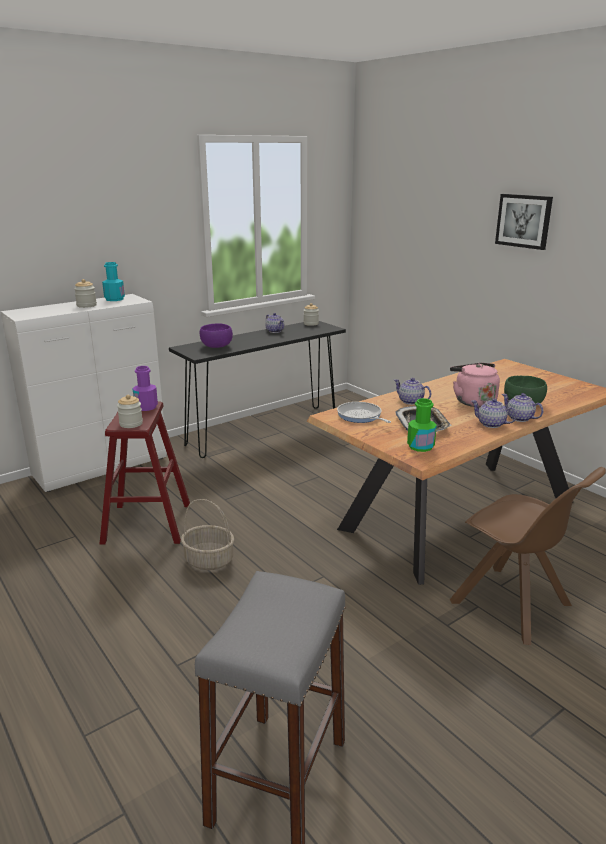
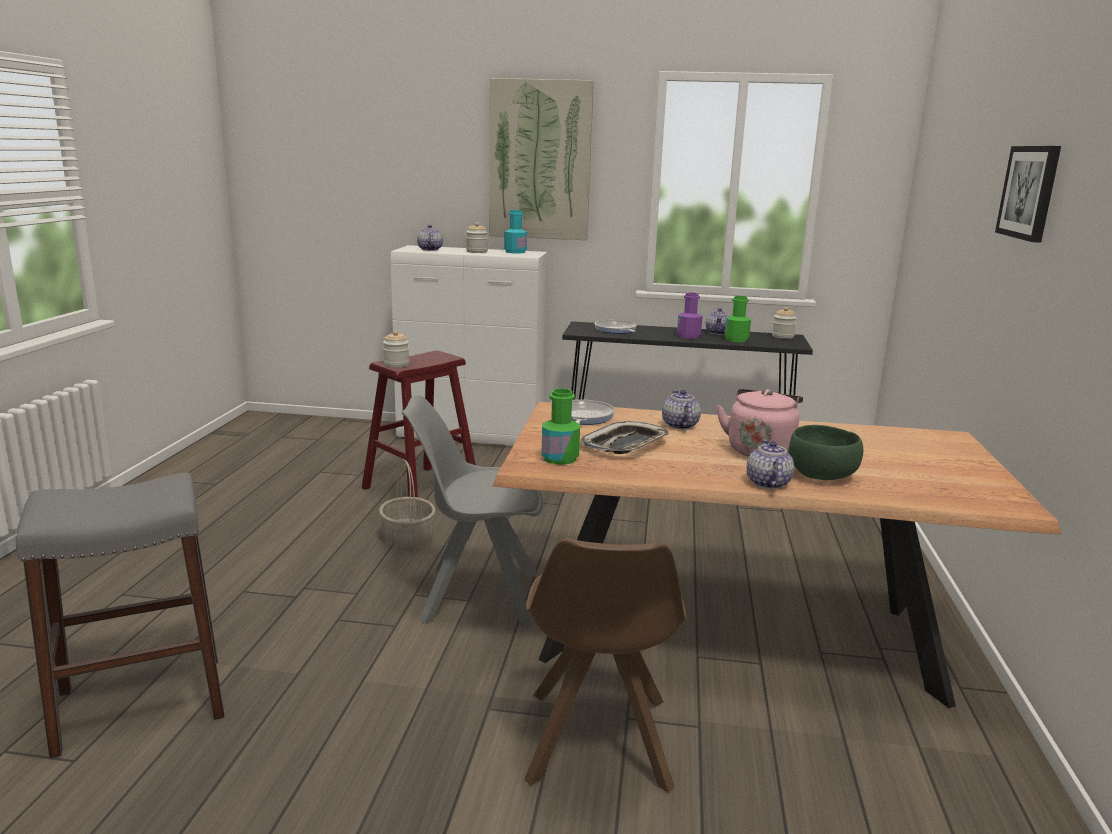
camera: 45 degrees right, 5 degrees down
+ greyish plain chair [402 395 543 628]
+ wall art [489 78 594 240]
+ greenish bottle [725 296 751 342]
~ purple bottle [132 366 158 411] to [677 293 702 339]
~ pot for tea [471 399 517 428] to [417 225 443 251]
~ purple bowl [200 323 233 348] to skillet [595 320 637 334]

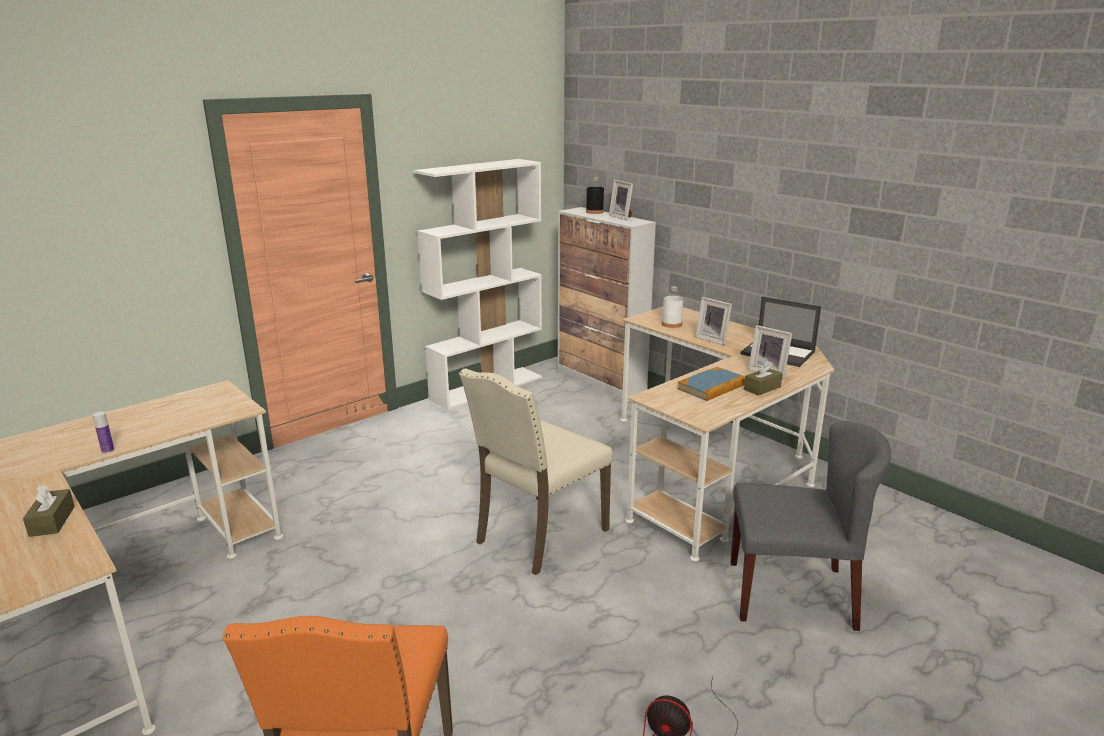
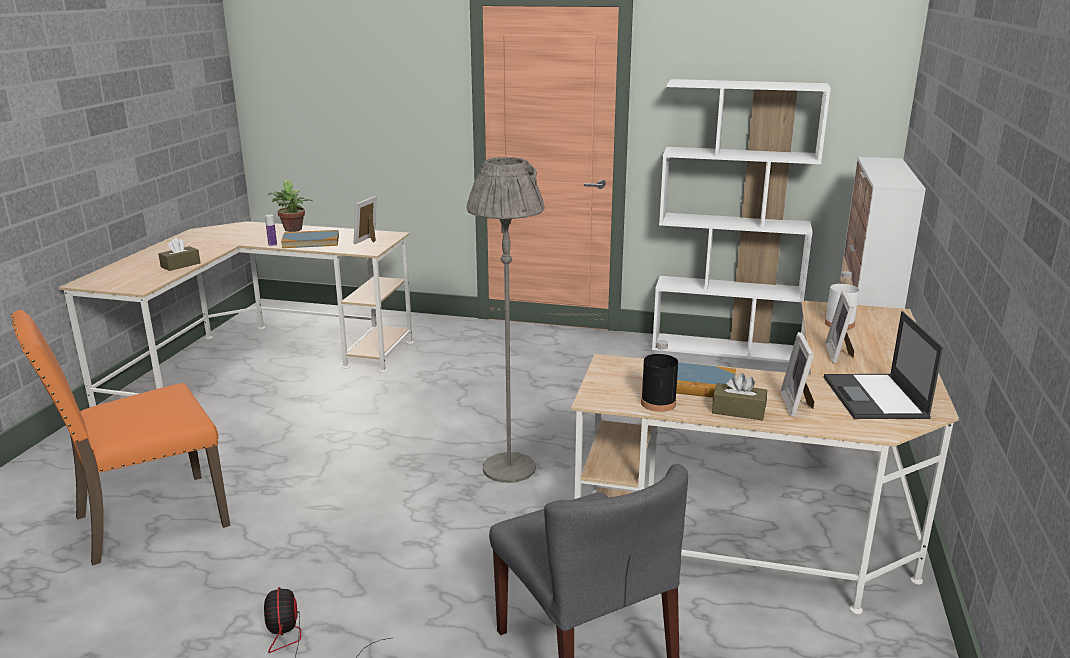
camera: 55 degrees right, 0 degrees up
+ potted plant [268 179 313 232]
+ bound book [281 230 339 248]
~ blackish bottle [586 177 604 214] to [641 340 678 412]
~ picture frame [609 180 633 220] to [353 196 377 244]
~ sand-coloured plain chair [459 368 613 575] to greyish standard lamp [467 157 545 483]

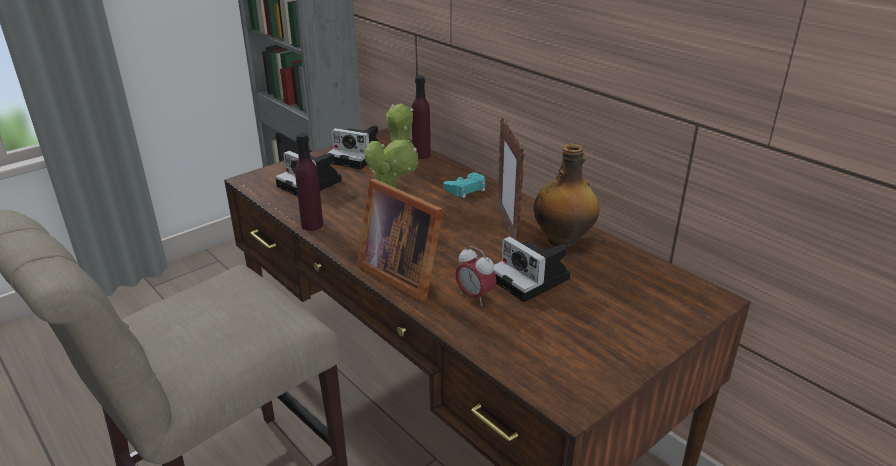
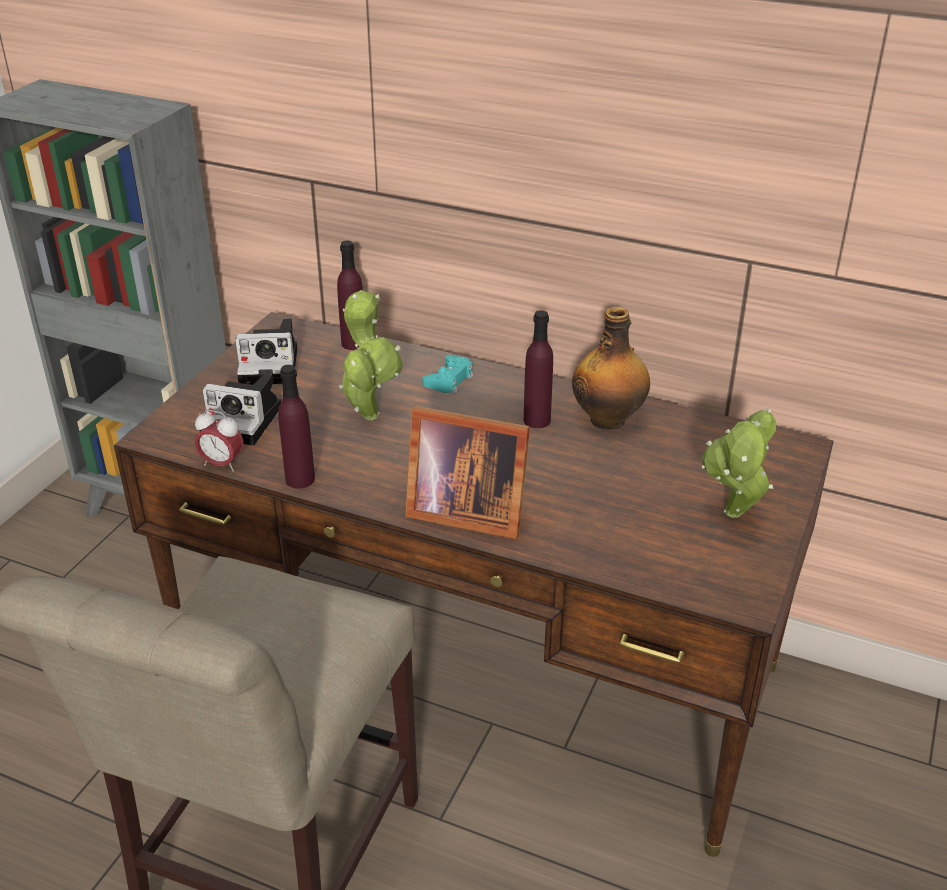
camera: 25 degrees left, 5 degrees up
- still camera [494 236 571 302]
+ potted plant [702 408 776 518]
~ table clock [455 246 496 306] to [195 410 244 472]
~ picture frame [497 118 524 241] to purple bottle [524 310 553 428]

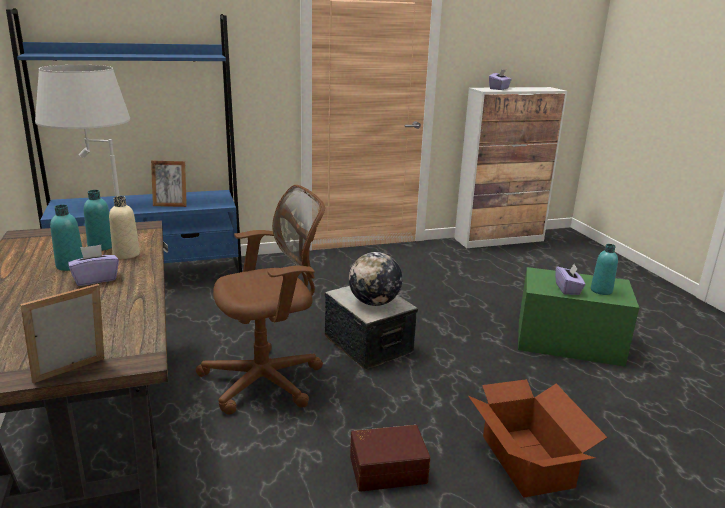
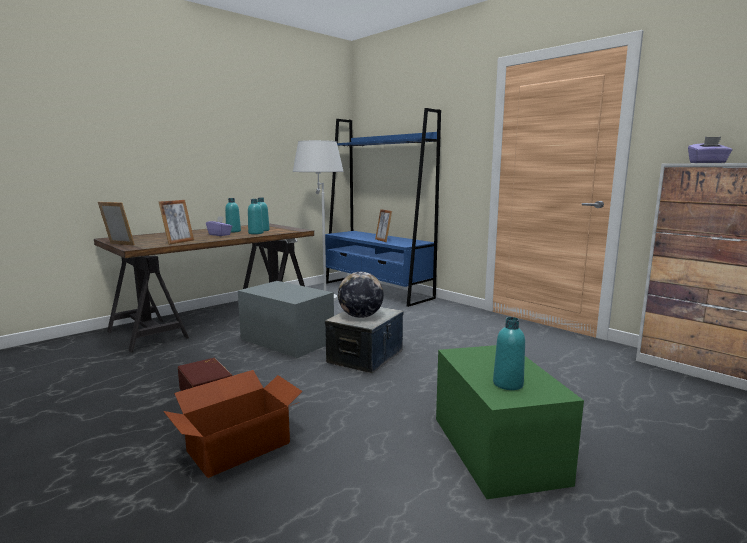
camera: 65 degrees right, 10 degrees down
- purple box of tissues [555 264 585 295]
+ picture frame [159 200 194 245]
~ brownish computer chair [196 185 325 415] to greyish storage box [238 281 334 358]
~ sand-coloured bottle [109 196 140 259] to turquoise-coloured bottle [248 199 263 234]

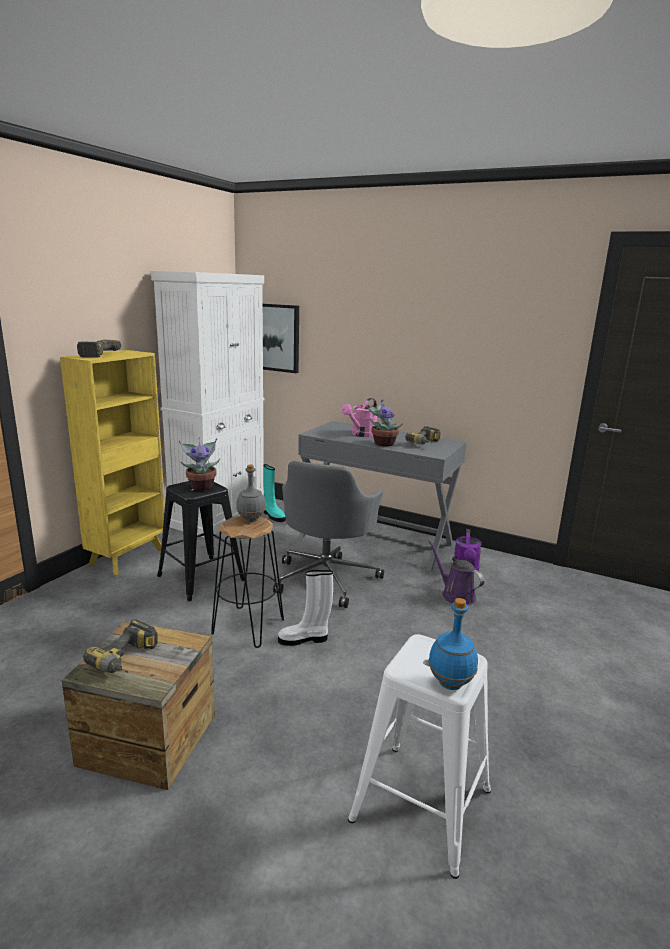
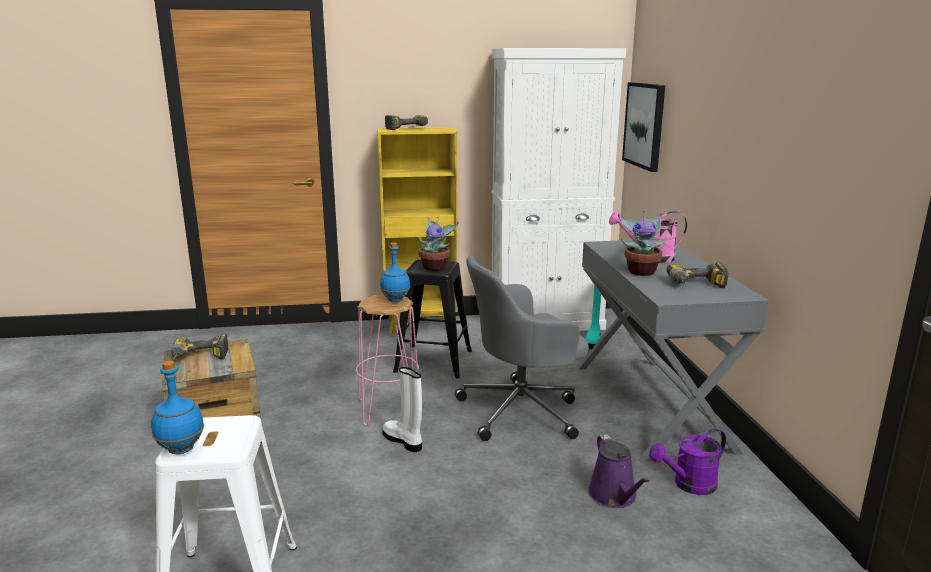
camera: 55 degrees right, 0 degrees up
~ blackish stool seat [211 516 284 648] to pink-coloured stool seat [356 295 419 426]
~ greyish bottle [236 465 266 522] to blue-coloured bottle [380 243 410 302]
~ purple sprinkling can [428 540 484 605] = [588 434 649 508] 150 degrees clockwise

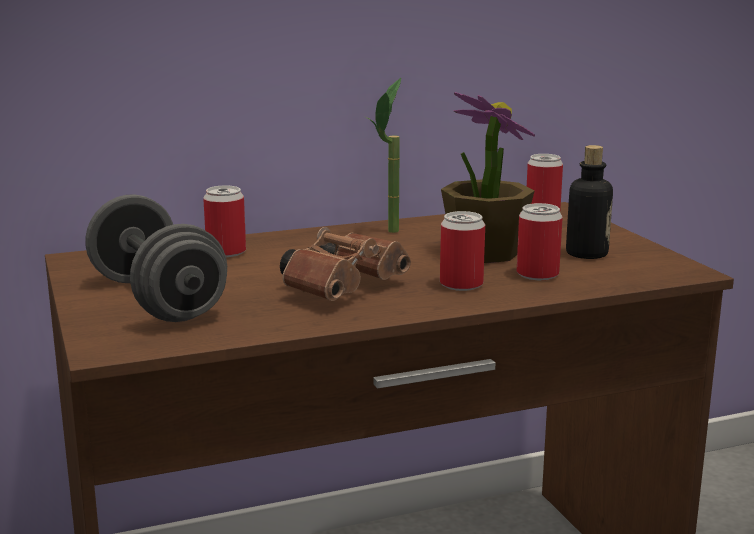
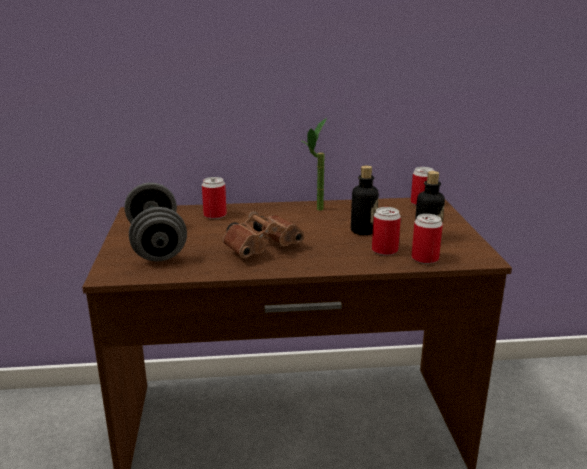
camera: 15 degrees right, 5 degrees up
~ can [440 211 485 291] to [411 214 443 264]
~ potted plant [441 92 535 263] to bottle [351 166 379 235]

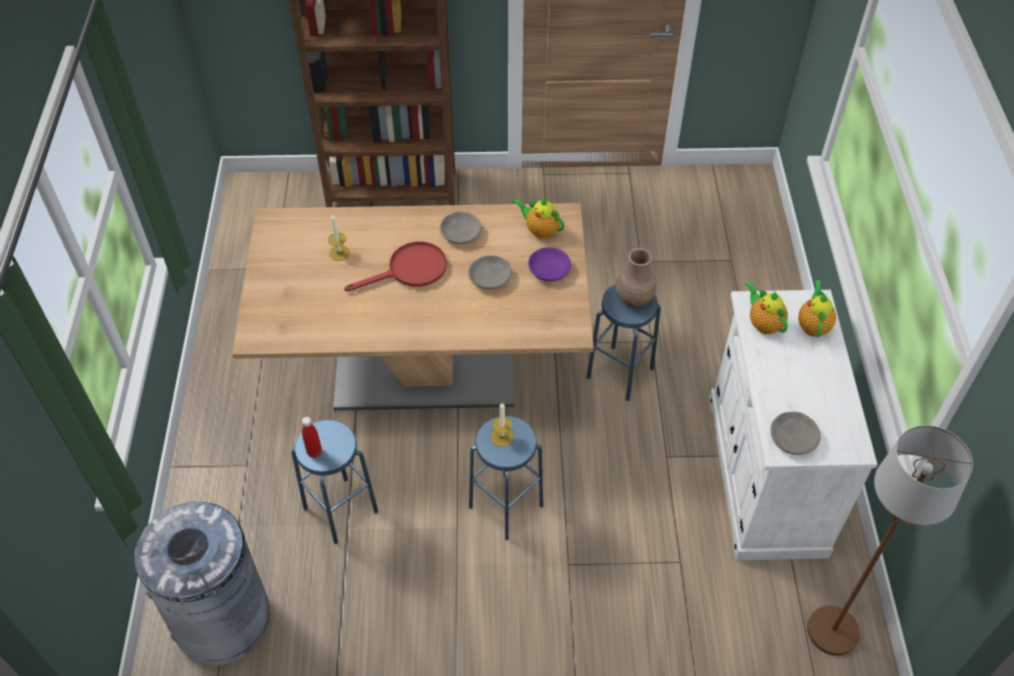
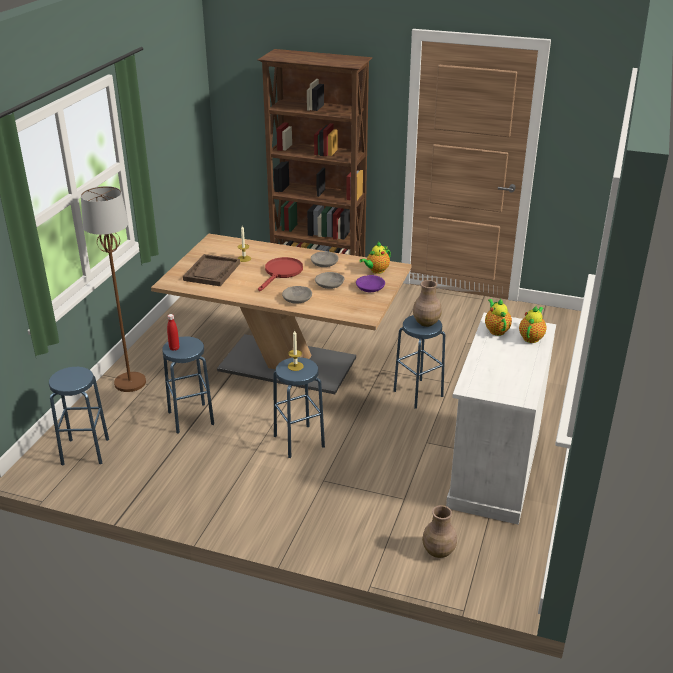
camera: 20 degrees right, 20 degrees down
+ brownish carrying tray [183 254 240 286]
+ brownish vase [422 505 457 558]
~ greyish bowl [771 412 821 455] to [282 286 312 304]
~ brownish standard lamp [807 425 973 656] to [81 186 146 392]
~ greyish rubbish bin [135 502 269 666] to blue-coloured stool seat [49 367 109 466]
~ red skillet [344 242 447 292] = [258 257 303 291] 60 degrees counterclockwise
~ pot for tea [513 198 564 239] = [359 242 391 274] 90 degrees counterclockwise

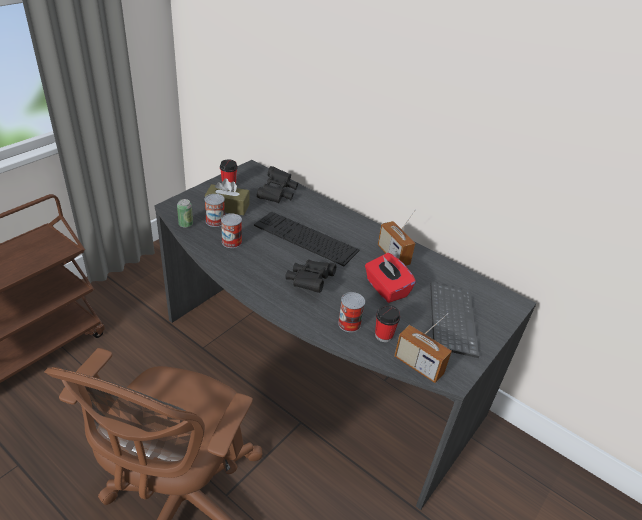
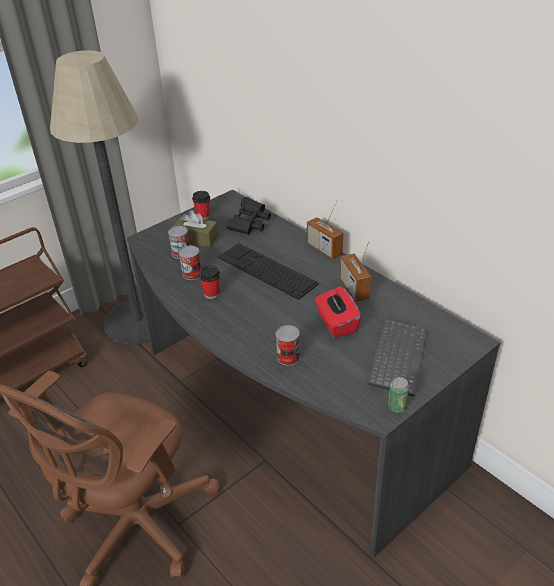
camera: 15 degrees right, 0 degrees up
- blackish pair of binoculars [286 260 336 293]
+ standard lamp [50 50 149 345]
~ can [177 199 193 228] to [388 377 409 413]
~ small cup [375 305 400 342] to [199 265 220 299]
~ radio set [394 313 452 383] to [307 201 343 259]

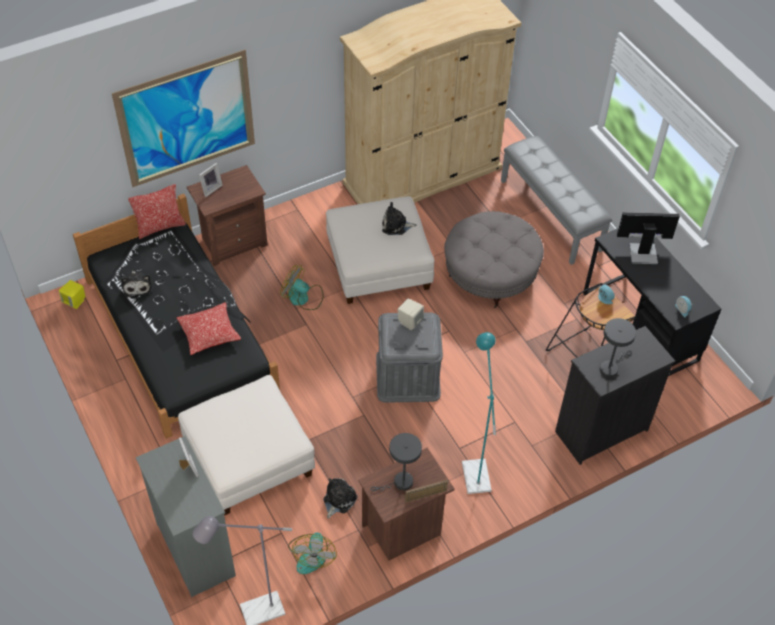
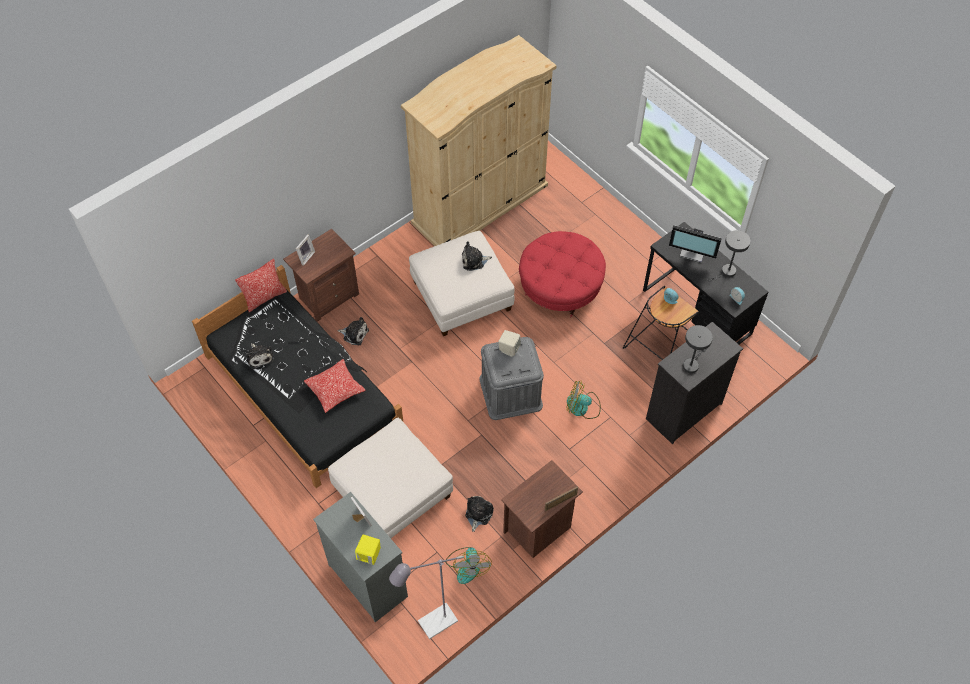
camera: 10 degrees left, 5 degrees up
- wall art [112 50 255 187]
- turquoise-coloured standard lamp [462 332 496 494]
- greyish long seat [501 136 612 265]
+ soft toy [337 317 369 345]
~ yellow-coloured speaker [59 280 85 309] to [355 535 381 565]
~ electric fan [280 265 324 310] to [566 380 601 419]
~ greyish lamp for a table [370 433 422 491] to [707 230 751 281]
~ greyish ottoman [444 211 544 308] to red ottoman [519 231 606 317]
~ computer screen [617 212 680 264] = [669 225 722 263] 150 degrees counterclockwise

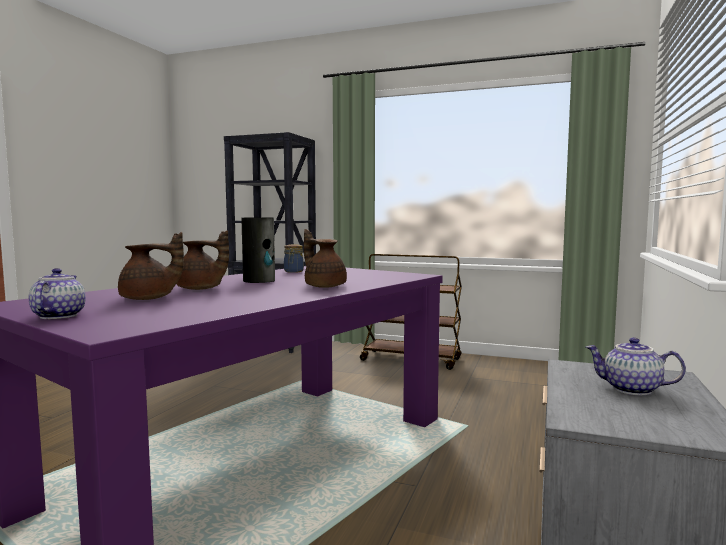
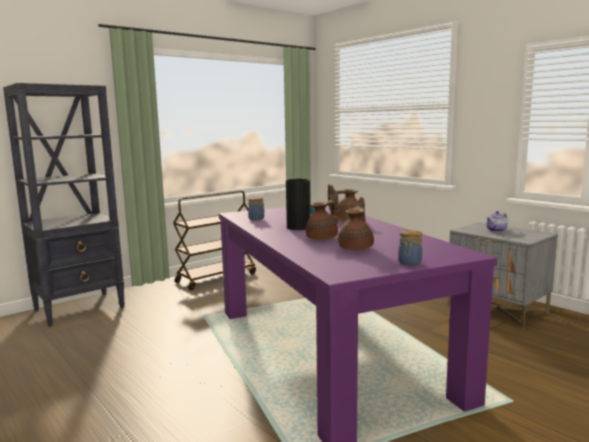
camera: 60 degrees left, 5 degrees up
~ pot for tea [29 268 86 319] to jar [398 230 422 266]

